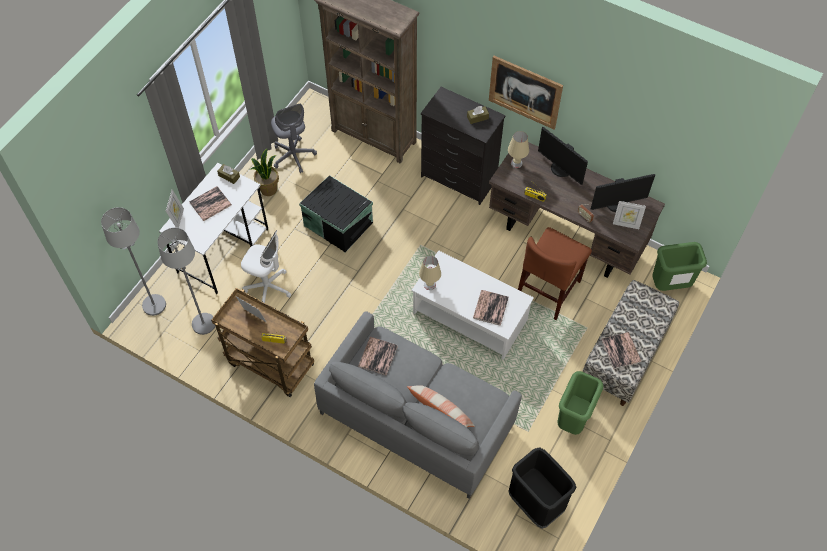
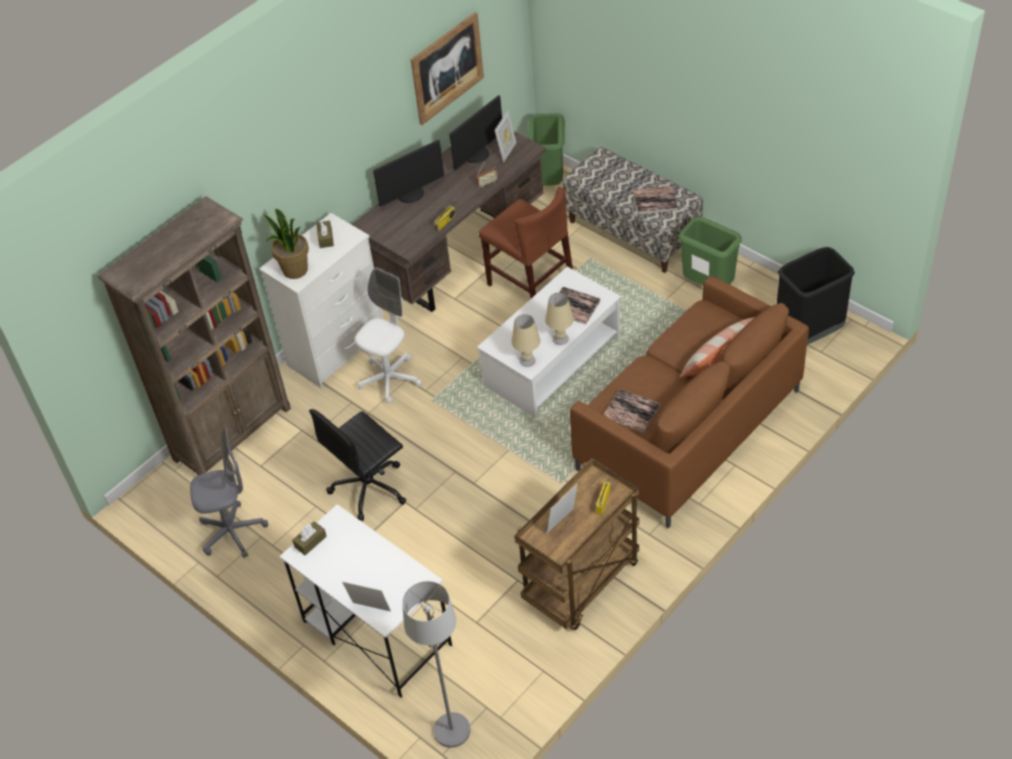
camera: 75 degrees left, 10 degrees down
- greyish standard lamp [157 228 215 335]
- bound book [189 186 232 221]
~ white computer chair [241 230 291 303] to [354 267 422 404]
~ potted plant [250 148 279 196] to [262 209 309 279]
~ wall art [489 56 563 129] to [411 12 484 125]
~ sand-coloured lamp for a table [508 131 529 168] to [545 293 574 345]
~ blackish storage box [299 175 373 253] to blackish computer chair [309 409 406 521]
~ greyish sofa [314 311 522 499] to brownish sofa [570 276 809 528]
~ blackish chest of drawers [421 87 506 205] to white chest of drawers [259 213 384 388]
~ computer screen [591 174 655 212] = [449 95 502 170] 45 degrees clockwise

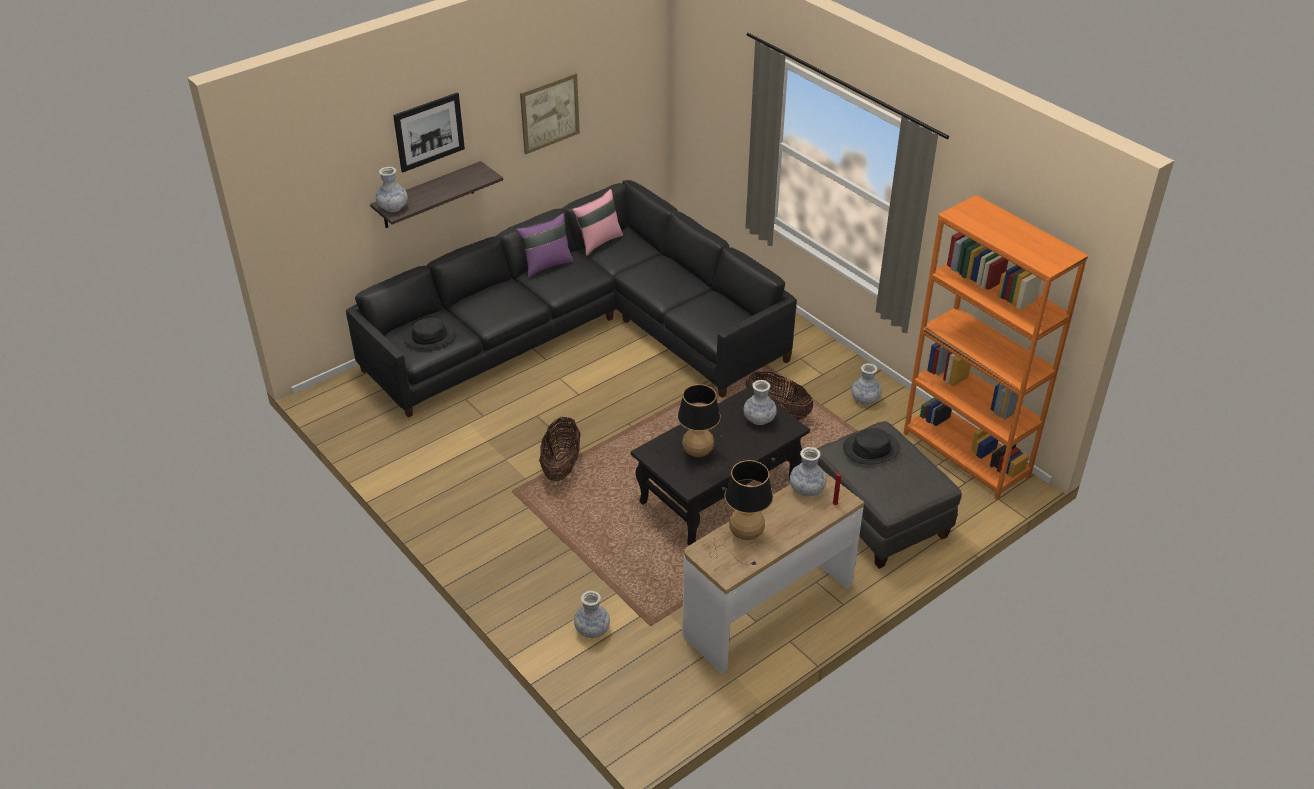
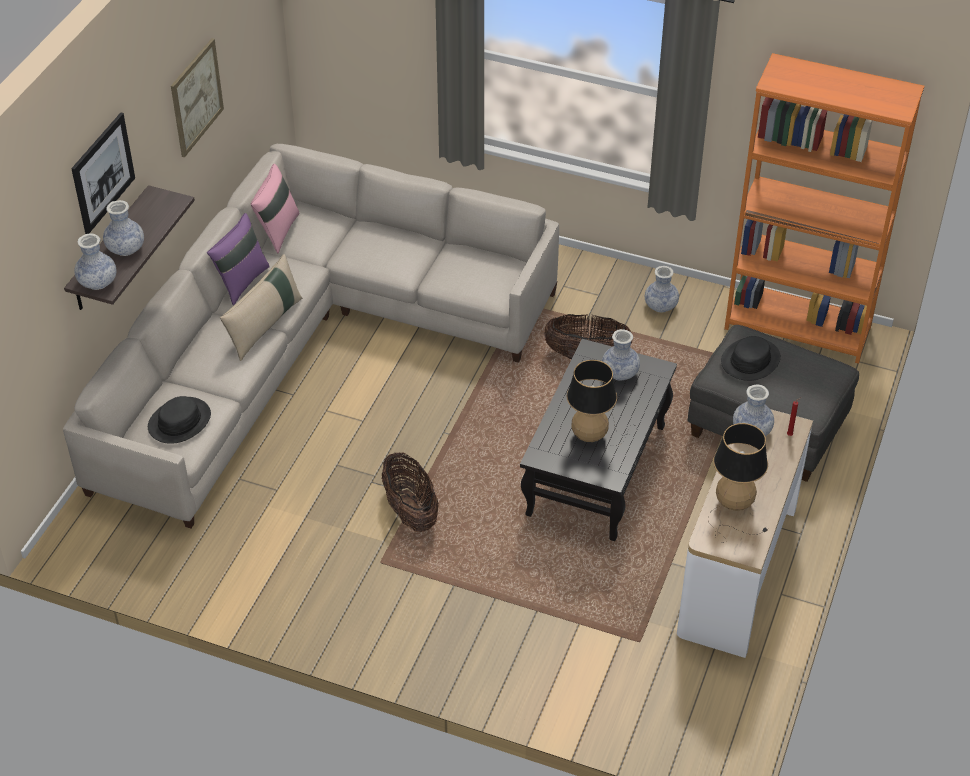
camera: 30 degrees left, 5 degrees up
+ sand-coloured throw pillow [220 254 302 361]
~ vase [574 590 610 638] to [103 200 144 256]
~ blackish sofa [346 180 797 418] to sand-coloured sofa [63 144 559 528]

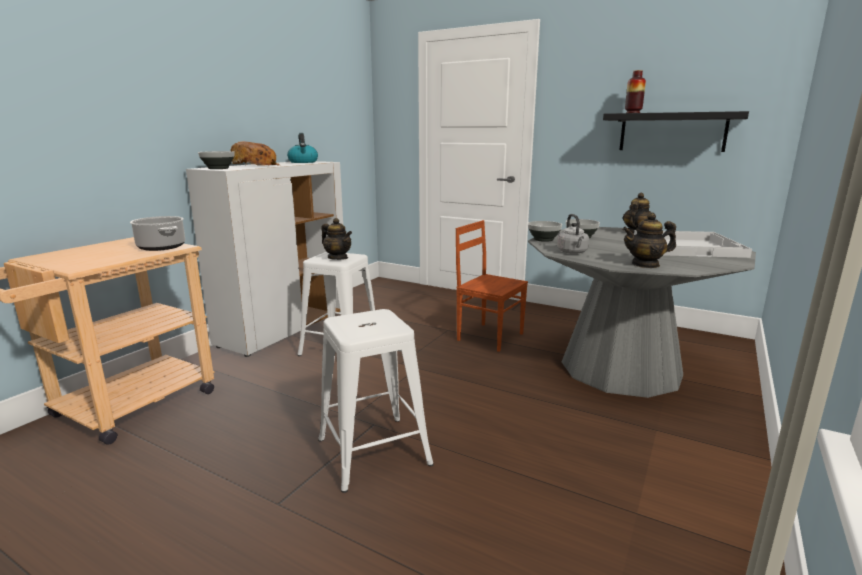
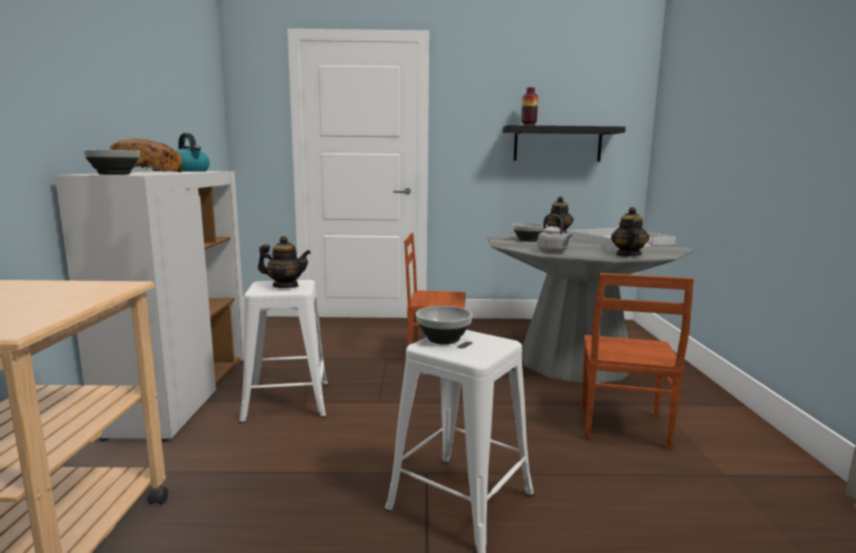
camera: 30 degrees left, 5 degrees down
- saucepot [130 216 185 251]
+ brownish plain chair [581 273 694 450]
~ bowl [528 221 562 242] to [416 306 472 344]
~ pot for tea [622 212 676 268] = [611 207 649 256] 135 degrees clockwise

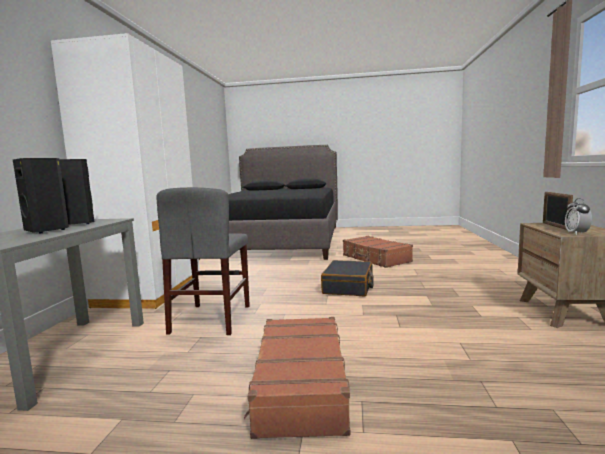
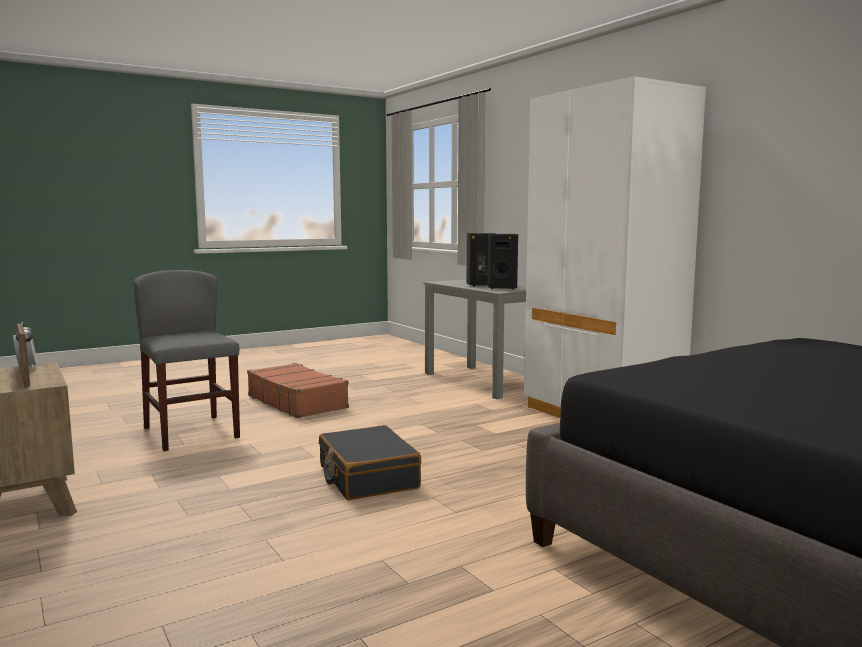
camera: 140 degrees right, 0 degrees up
- brownish suitcase [343 236 413 268]
~ greyish plain chair [156 187 250 335] to [134 270 240 451]

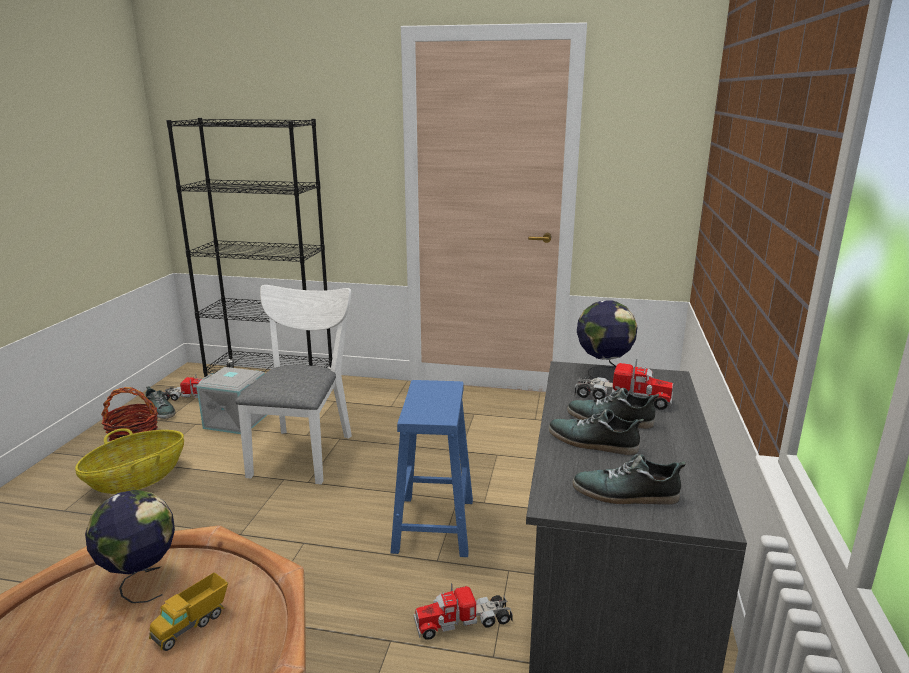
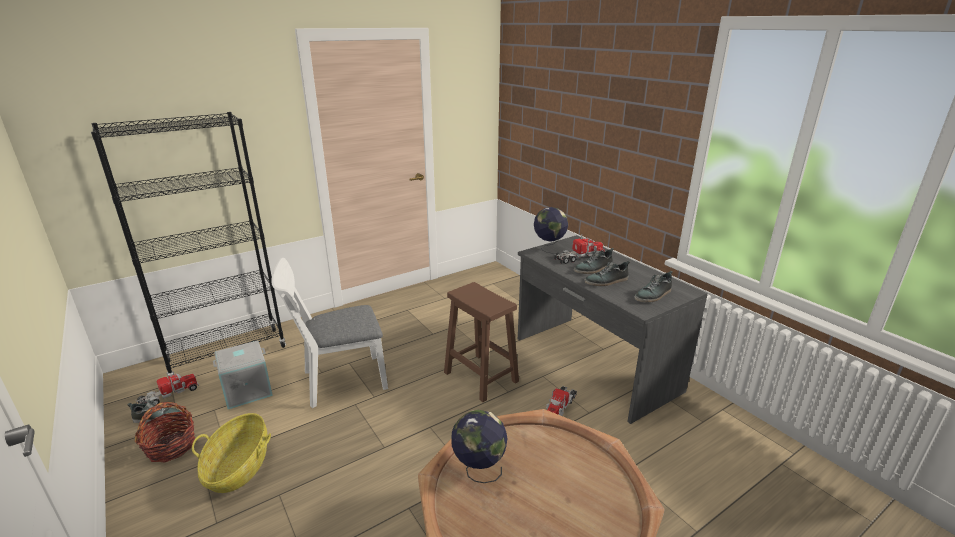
camera: 45 degrees left, 5 degrees up
- toy truck [149 573 228 651]
~ blue-coloured stool seat [391 380 473 557] to brownish stool seat [444 282 519 402]
~ white plain chair [235 285 352 484] = [271 258 388 408] 75 degrees counterclockwise

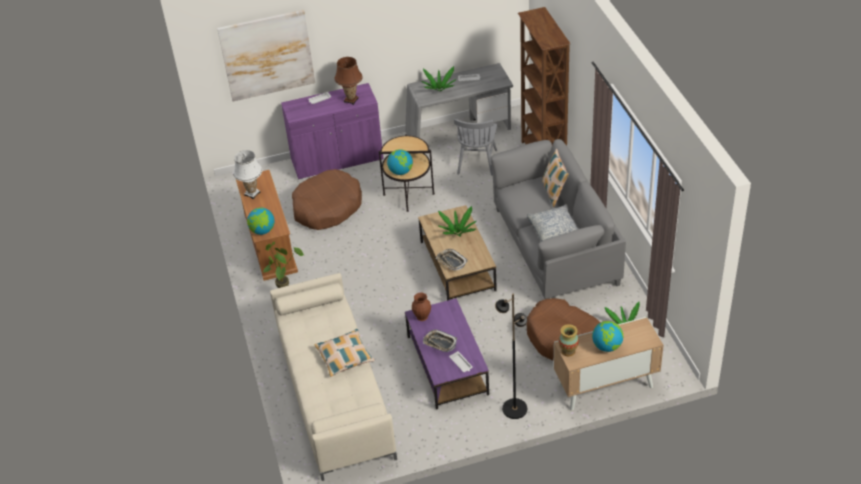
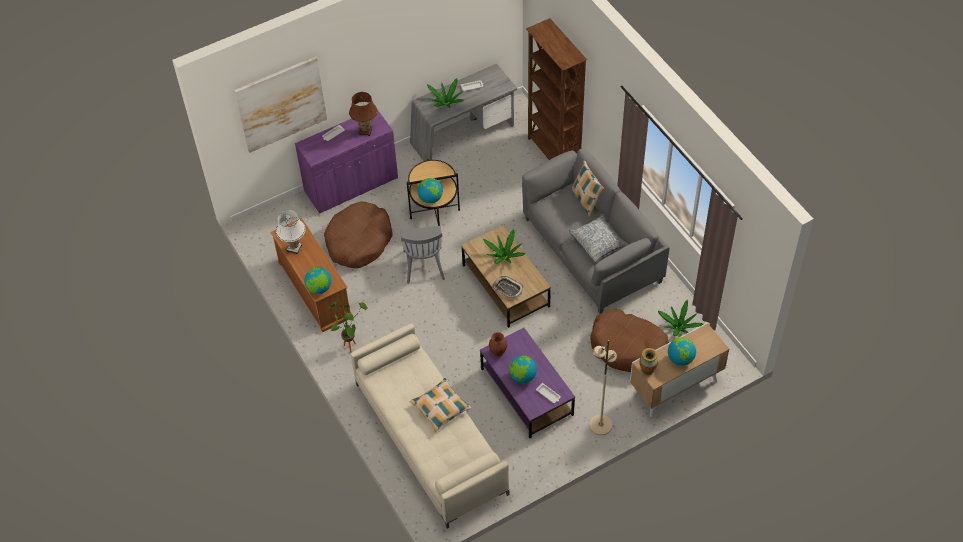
camera: 15 degrees left, 10 degrees up
~ greyish plain chair [454 119 497 176] to [400 226 445 284]
~ carrying tray [423 330 457 352] to desk globe [509 356 537 383]
~ blackish standard lamp [495 294 527 419] to sand-coloured standard lamp [589 340 617 435]

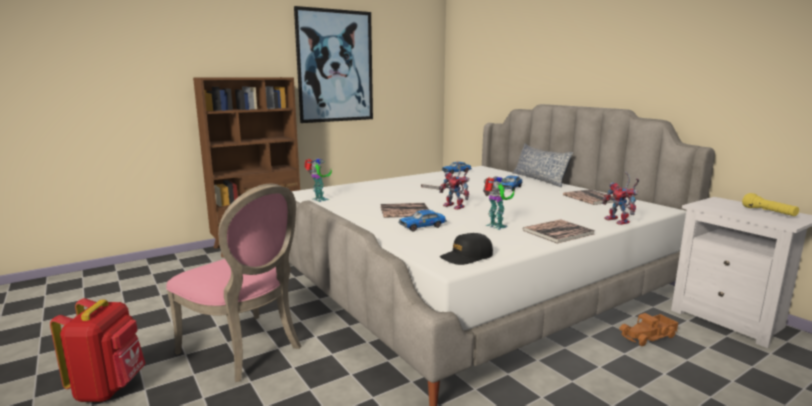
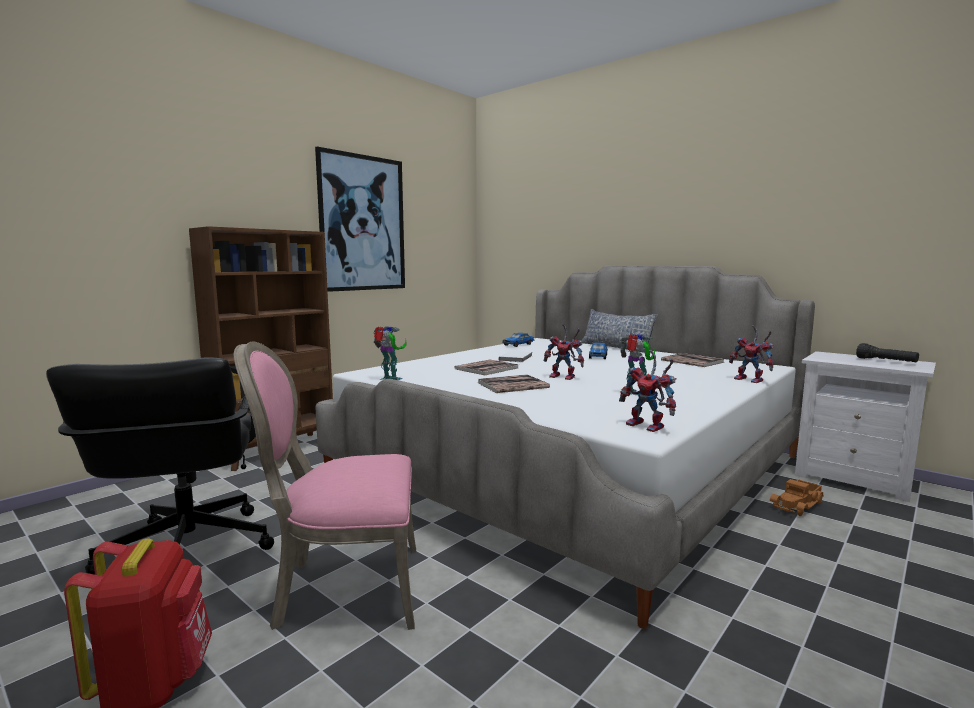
camera: 15 degrees left, 5 degrees down
- miniature car [398 210 447 231]
+ blackish computer chair [46 357 274 575]
~ bound book [522 219 595 244] to [455 360 519 375]
~ blackish cap [440 233 493 265] to robot figure [619 349 677 432]
~ yellow-coloured torch [742 193 799 216] to blackish torch [856 343 919 362]
~ pink-coloured plain chair [166 184 301 382] = [234 341 416 630] 150 degrees clockwise

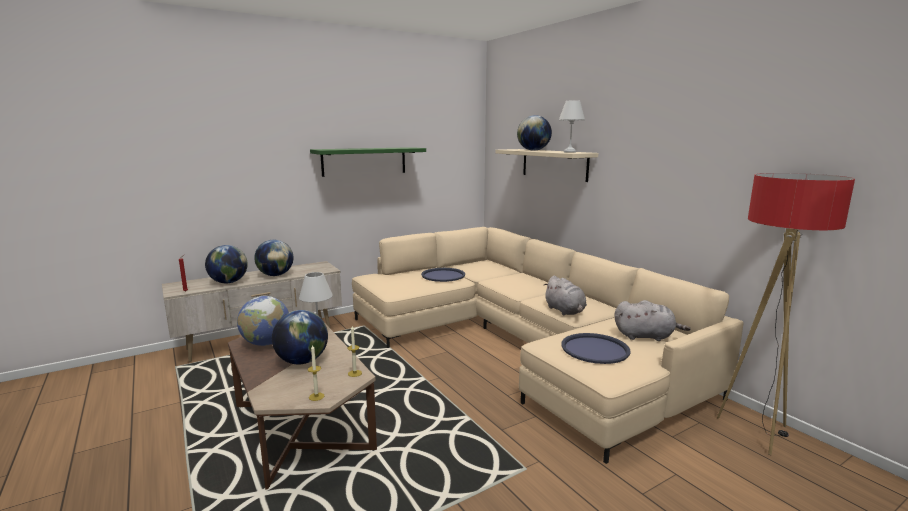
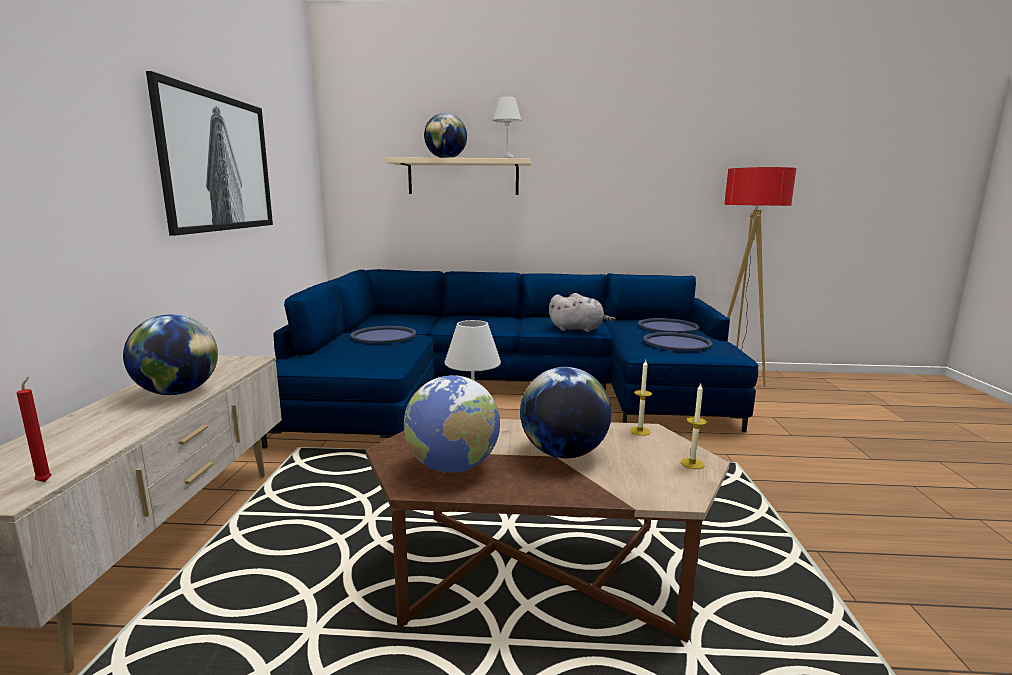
camera: 55 degrees left, 0 degrees up
- desk globe [205 245 248 283]
~ greenish shelf [310 147 426 177] to wall art [146 71 273 236]
~ greyish soft toy [615 300 691 341] to blue-coloured carrying tray [638 318 699 333]
~ sand-coloured sofa [352 227 743 464] to blue-coloured sofa [261 269 759 448]

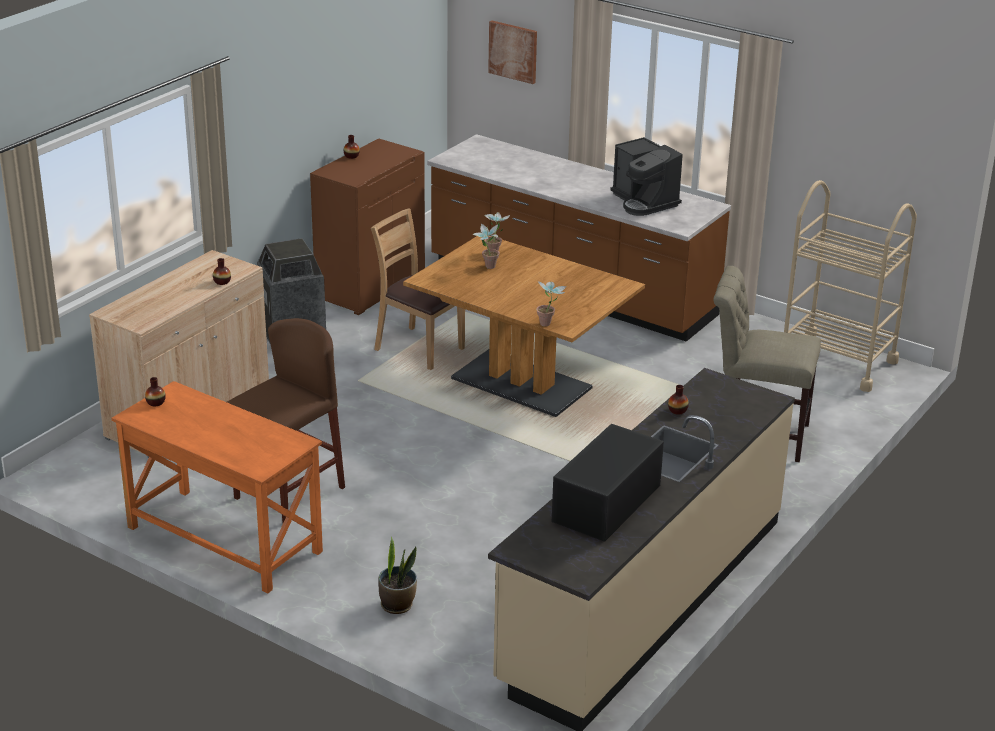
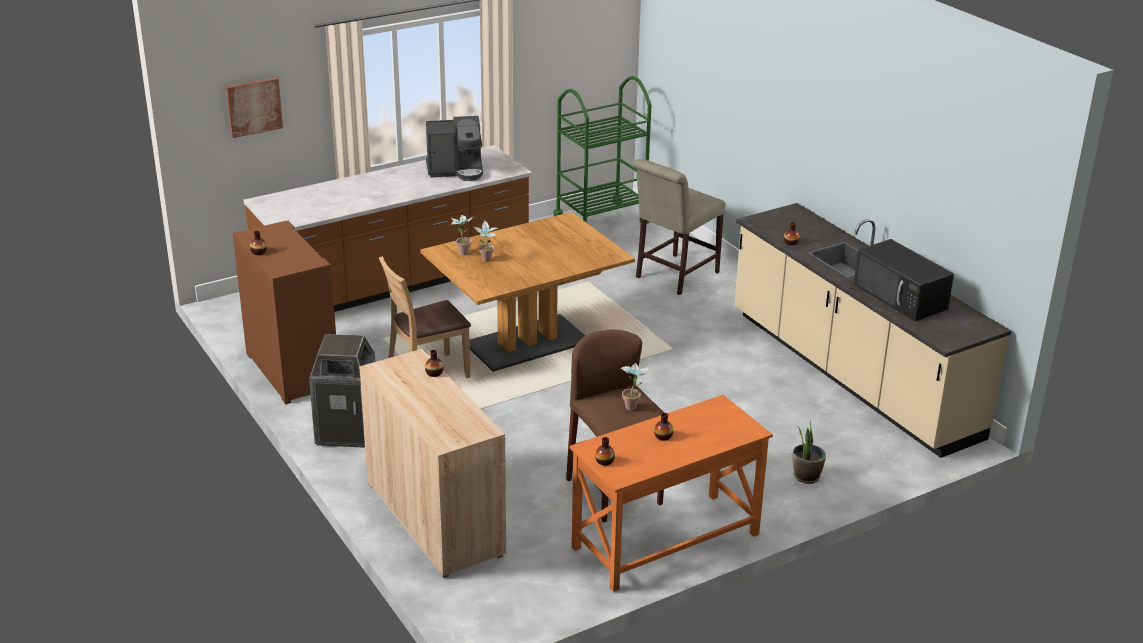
camera: 65 degrees left, 0 degrees up
+ vase [654 413 673 441]
~ potted plant [536 281 566 326] to [620 362 648 410]
~ sand-coloured trolley [784 180 917 392] to greenish trolley [553 76 651 224]

